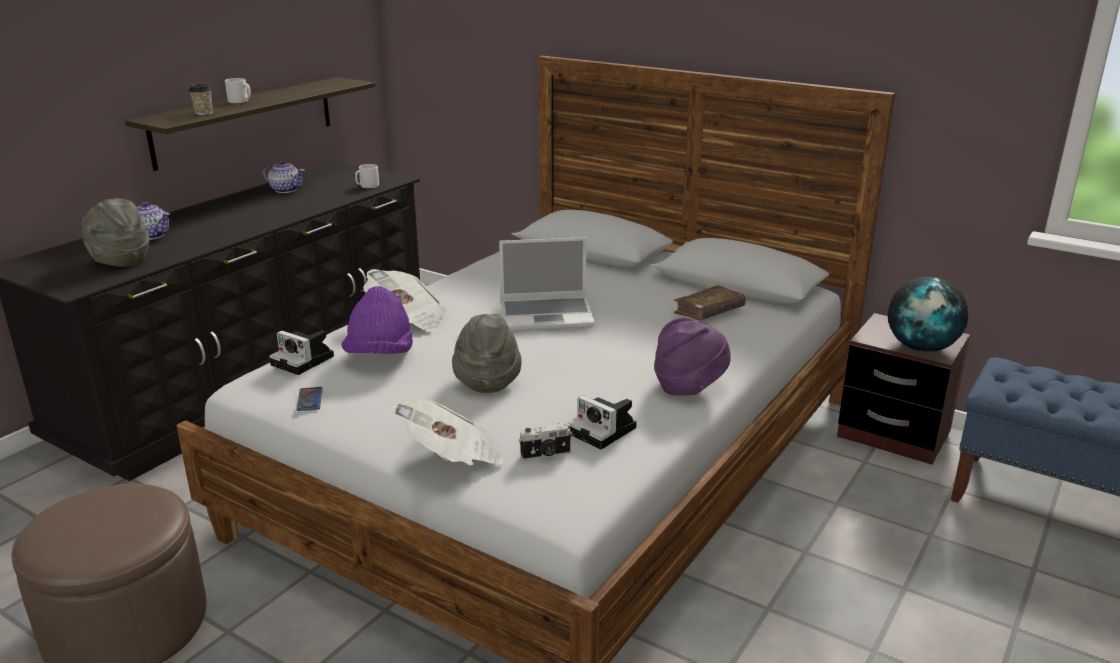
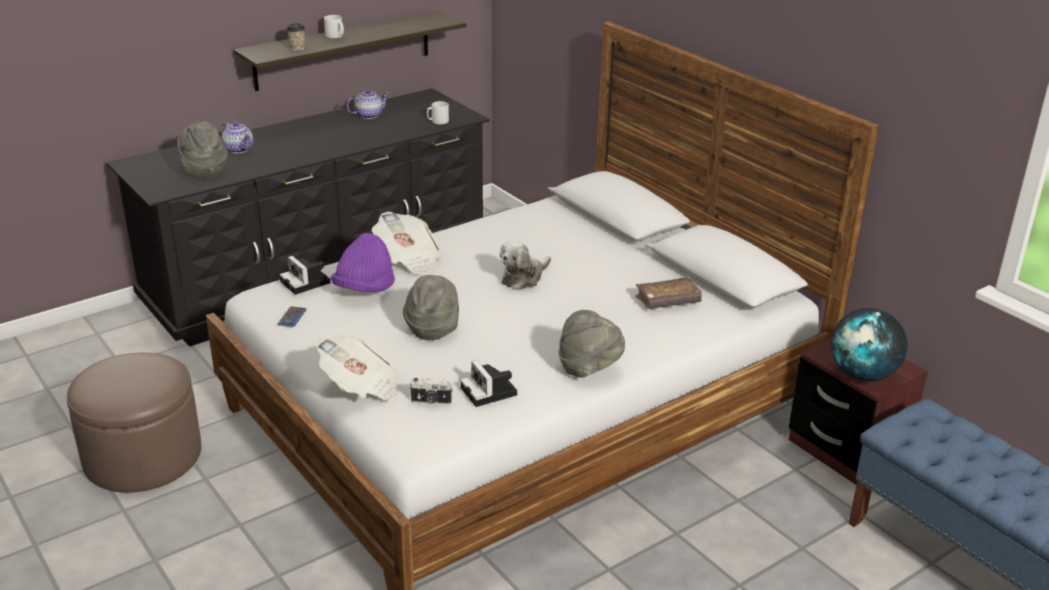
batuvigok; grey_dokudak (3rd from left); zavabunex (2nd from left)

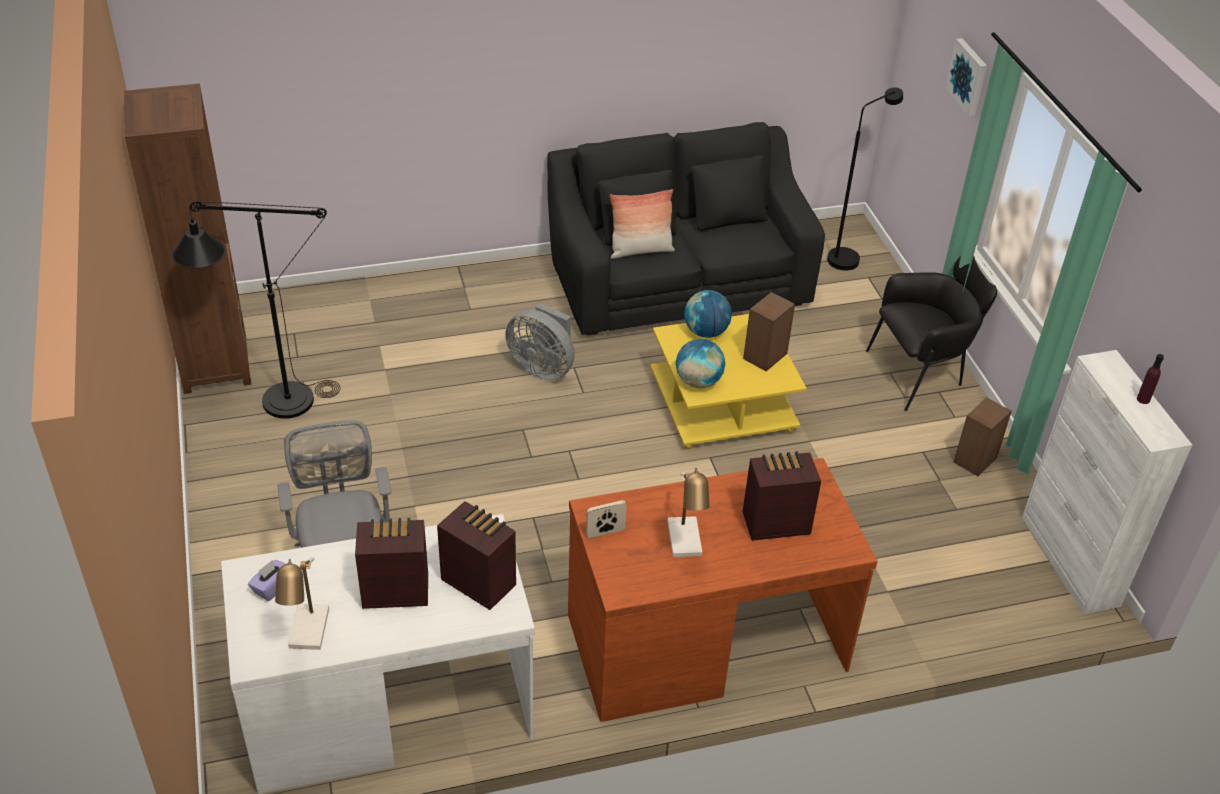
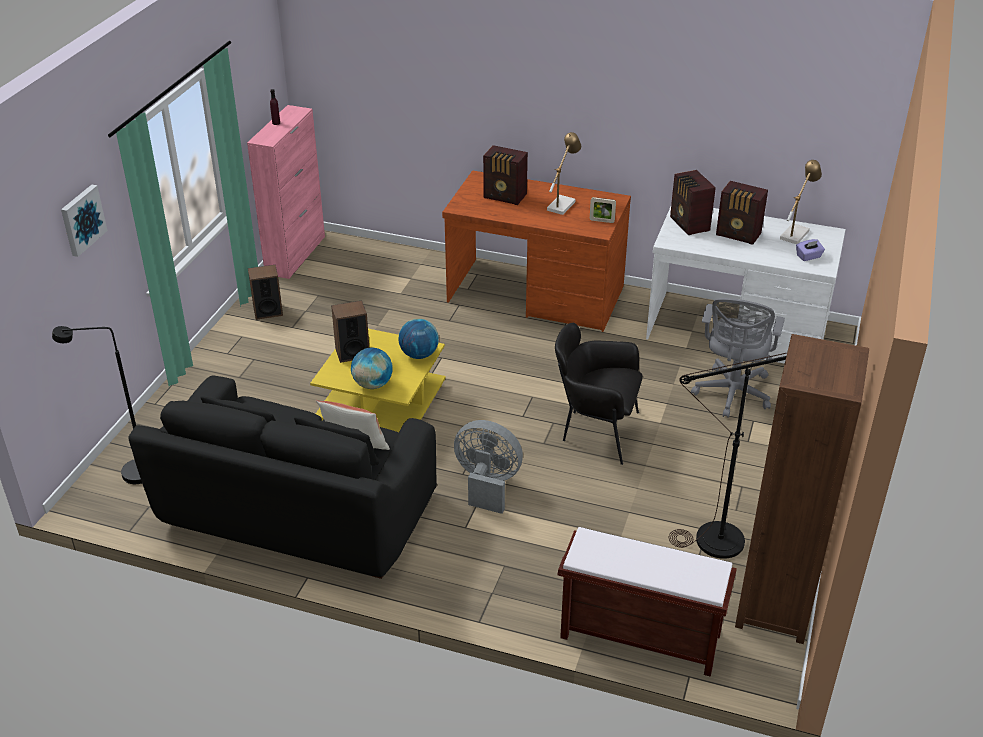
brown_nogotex; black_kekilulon; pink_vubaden; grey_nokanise

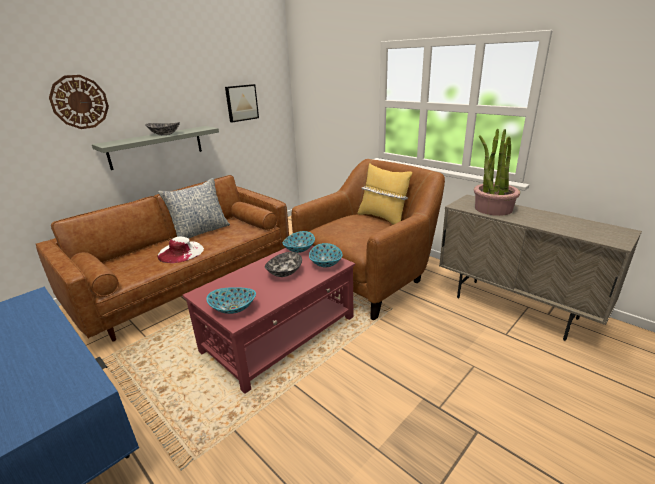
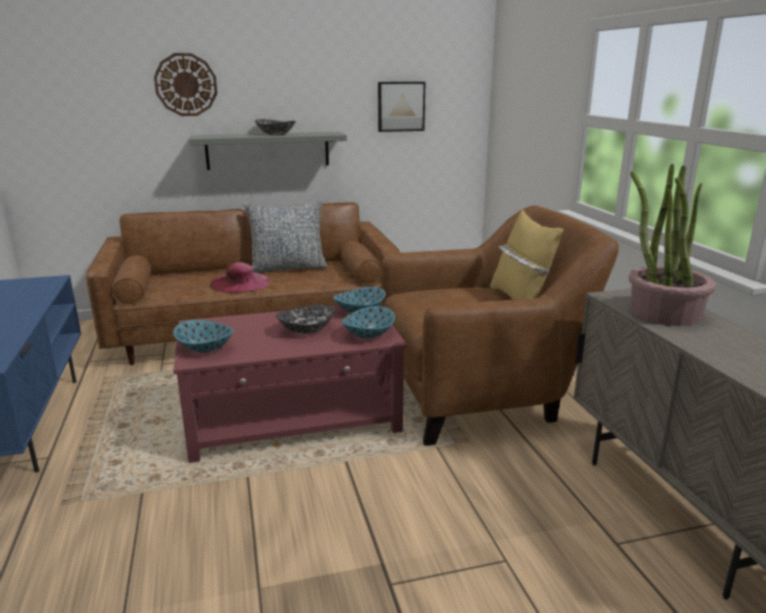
pink_dokudak

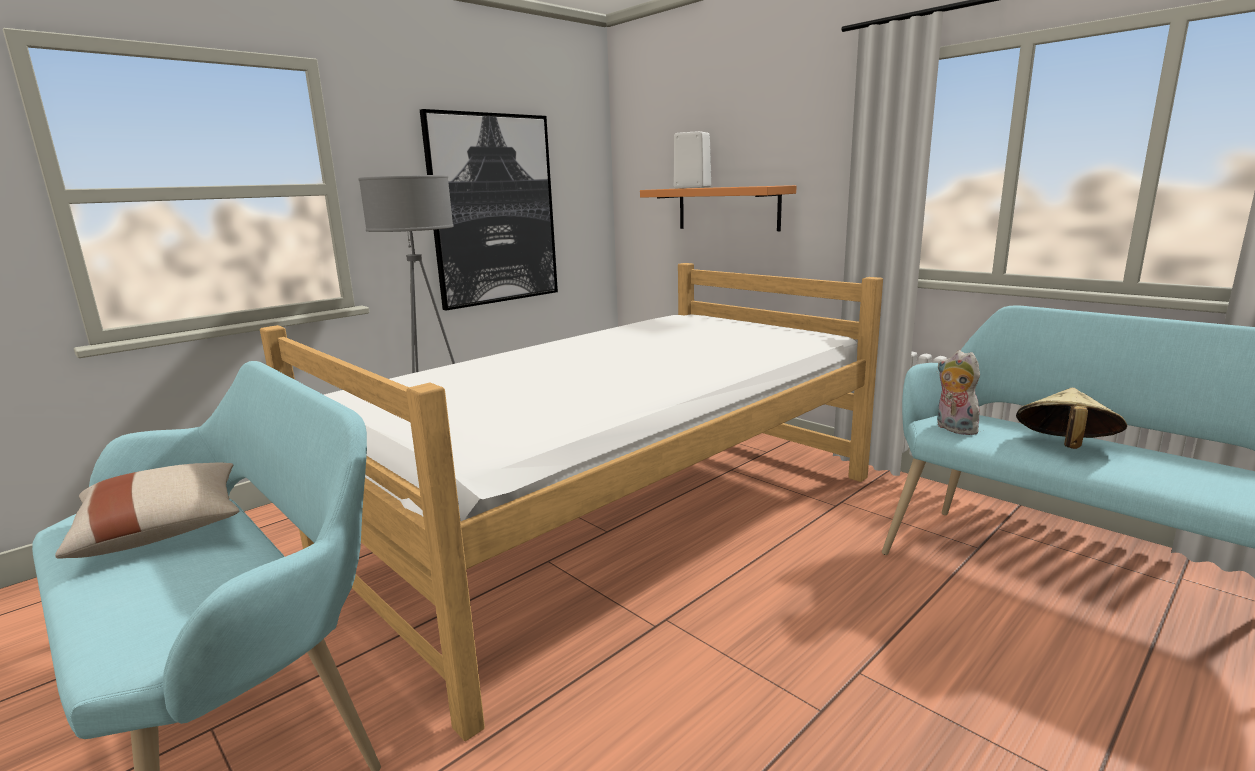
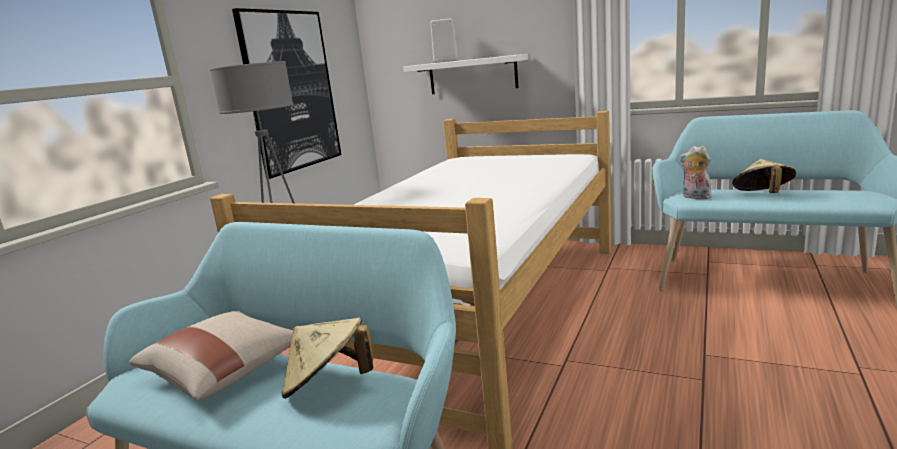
beige_dokudak (1st from left); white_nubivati

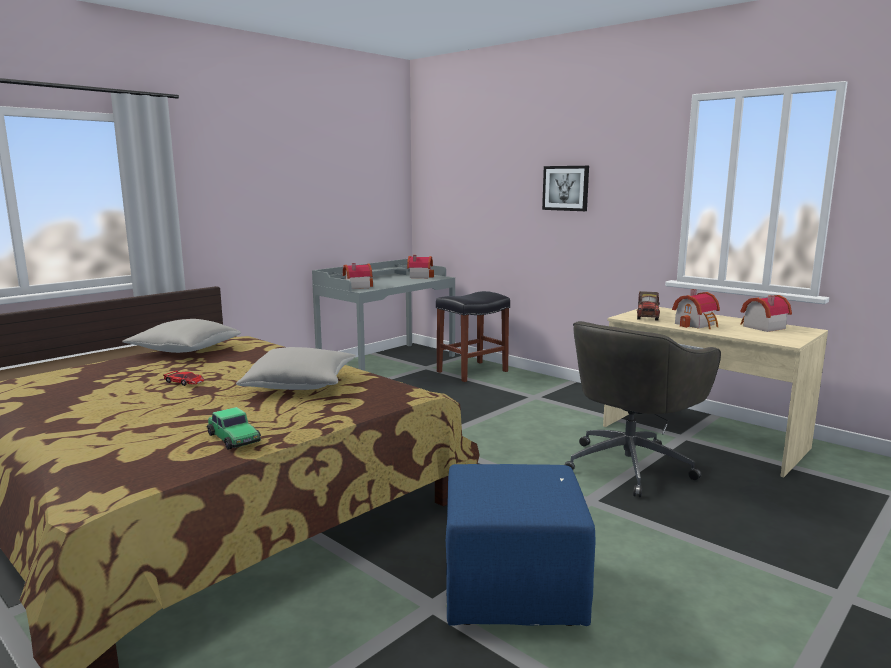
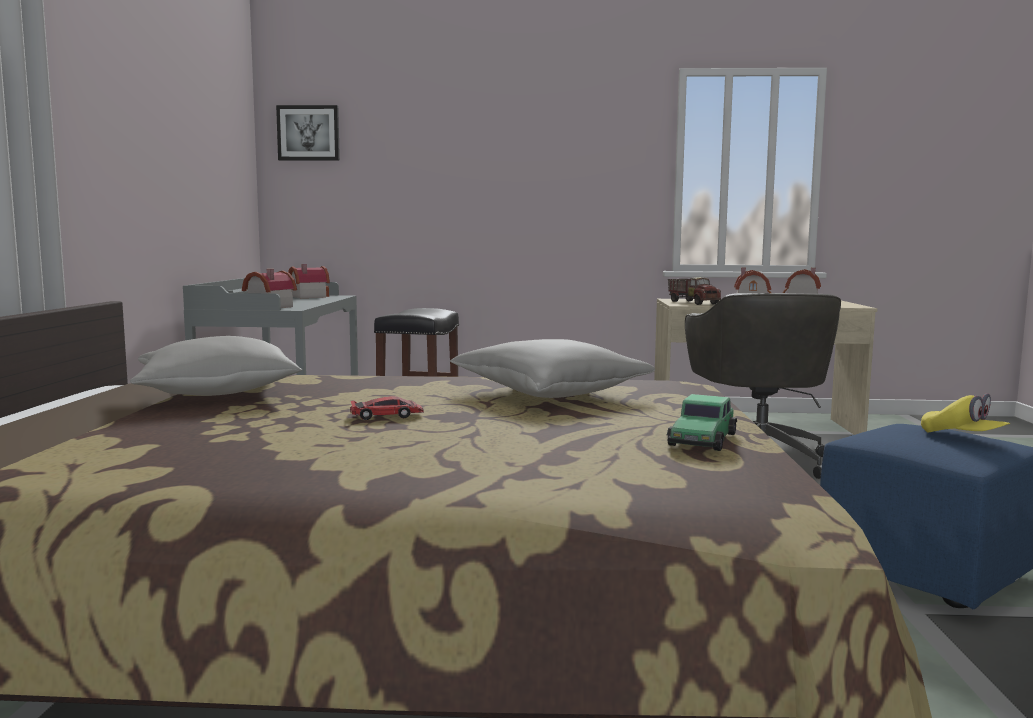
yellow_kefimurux; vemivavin; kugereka (2nd from left)

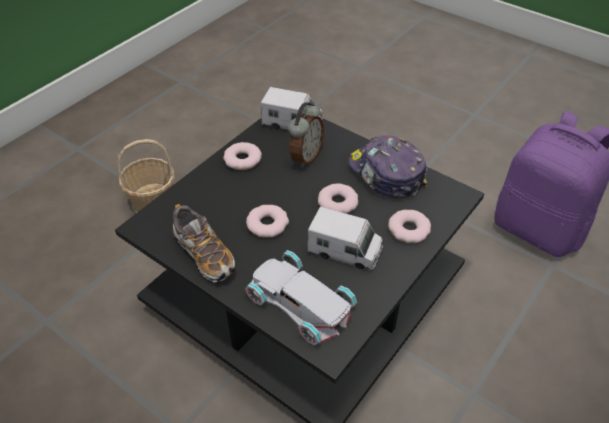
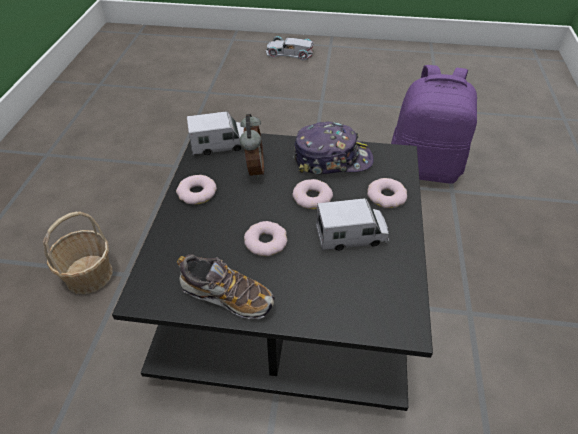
white_kugereka; kefimurux

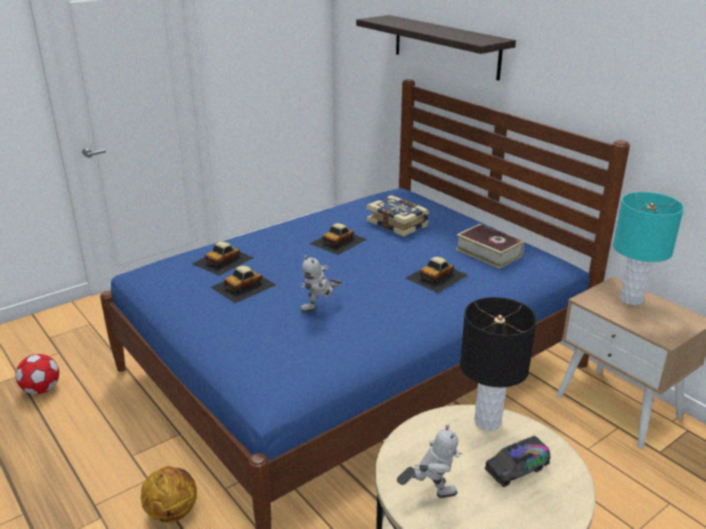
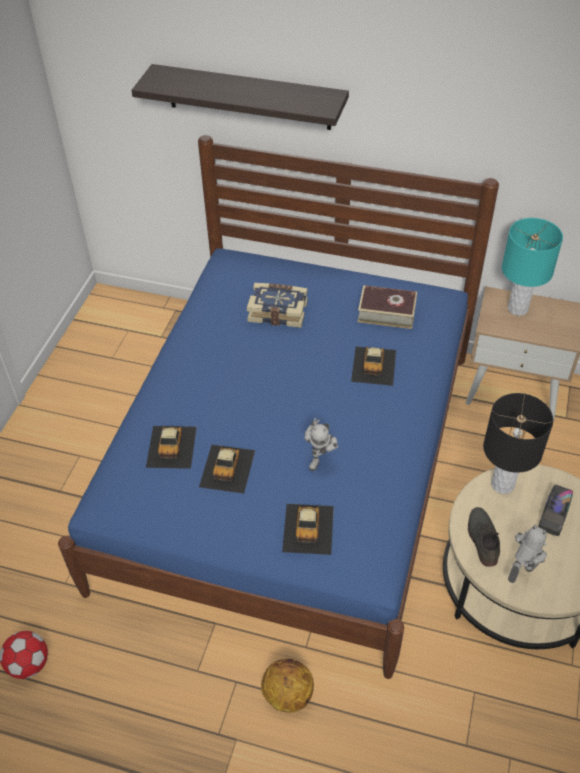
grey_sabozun; kugereka (3rd from left)

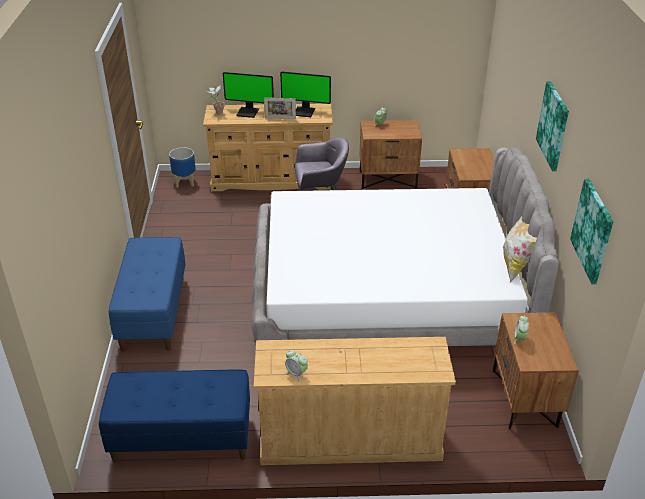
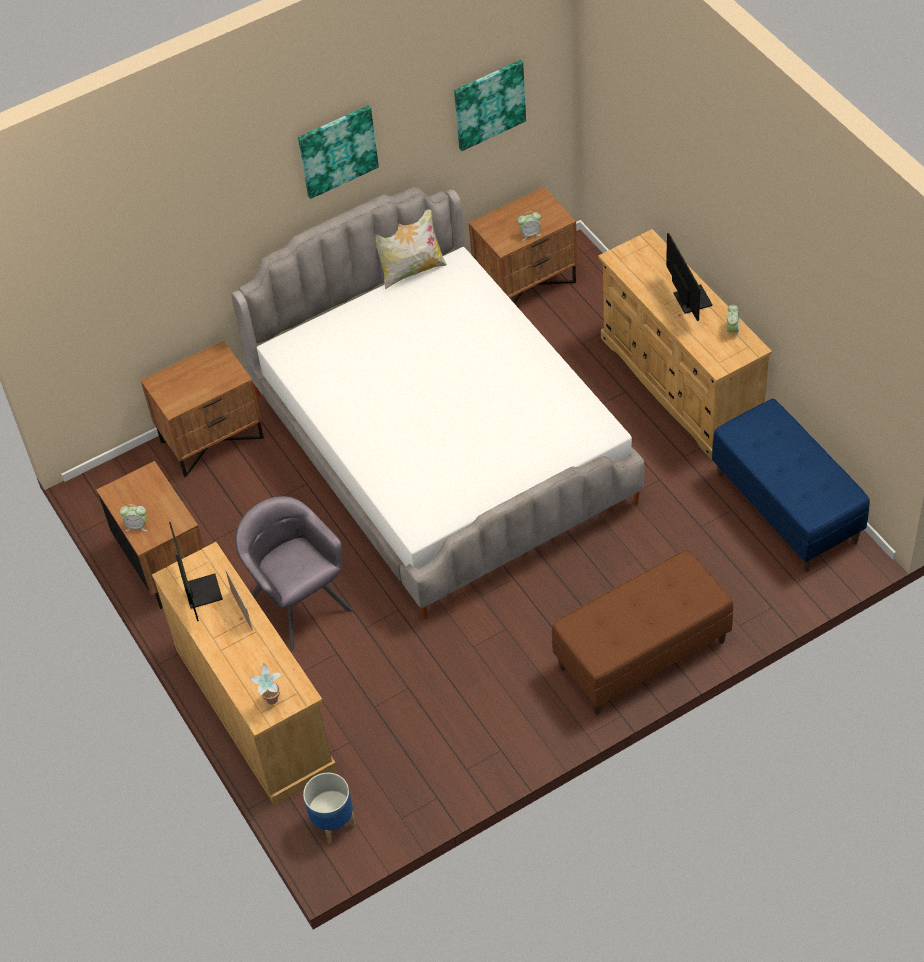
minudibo (2nd from left); brown_nogotex

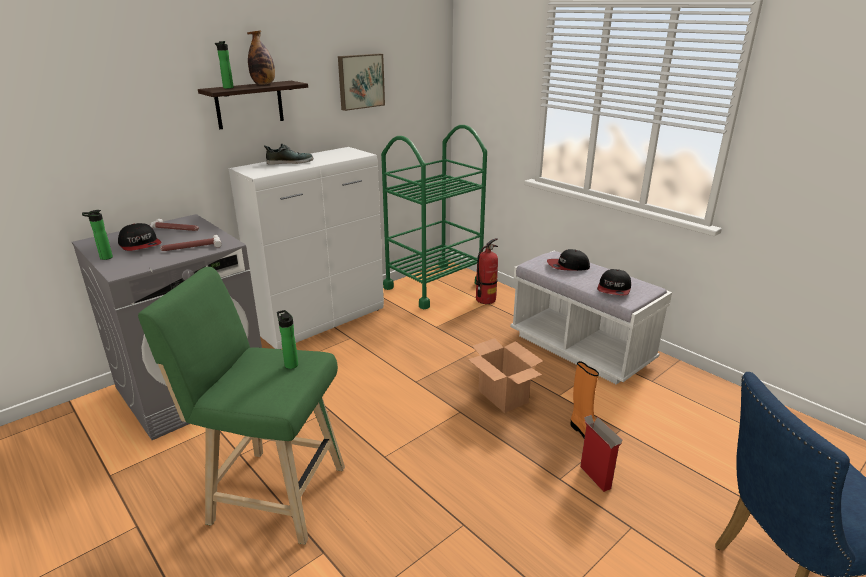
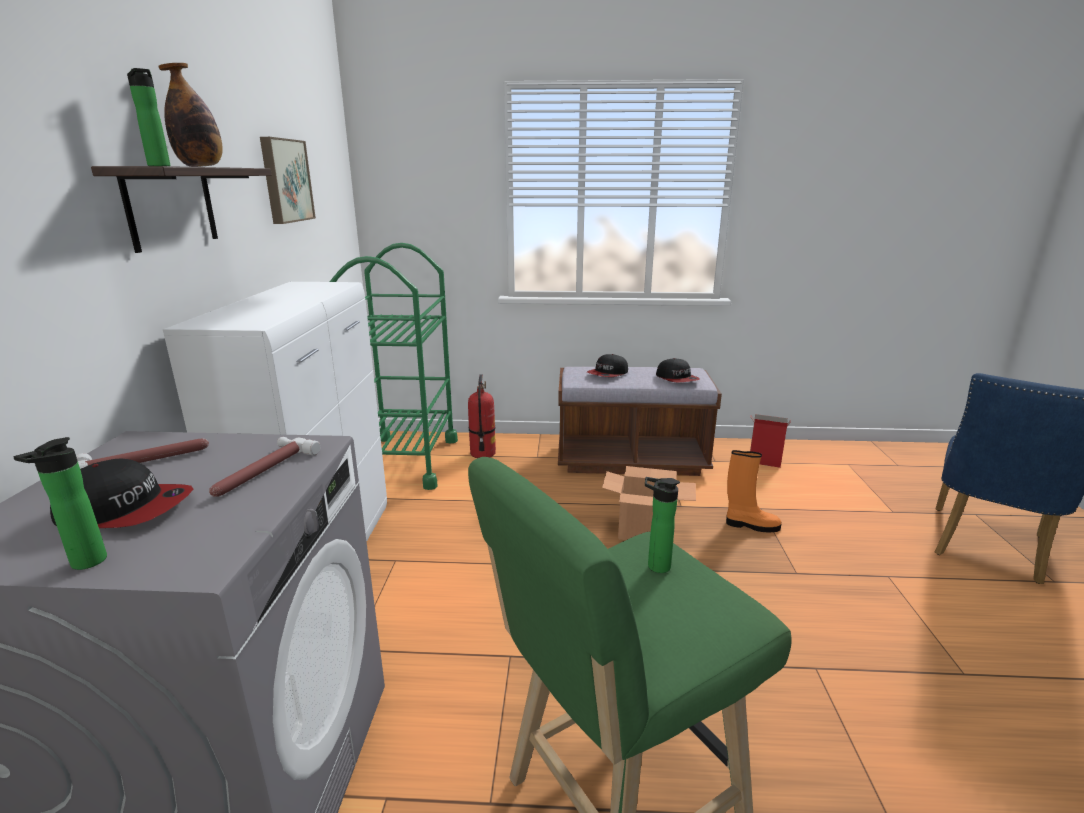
sabozun; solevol (2nd from left); brown_nogotex

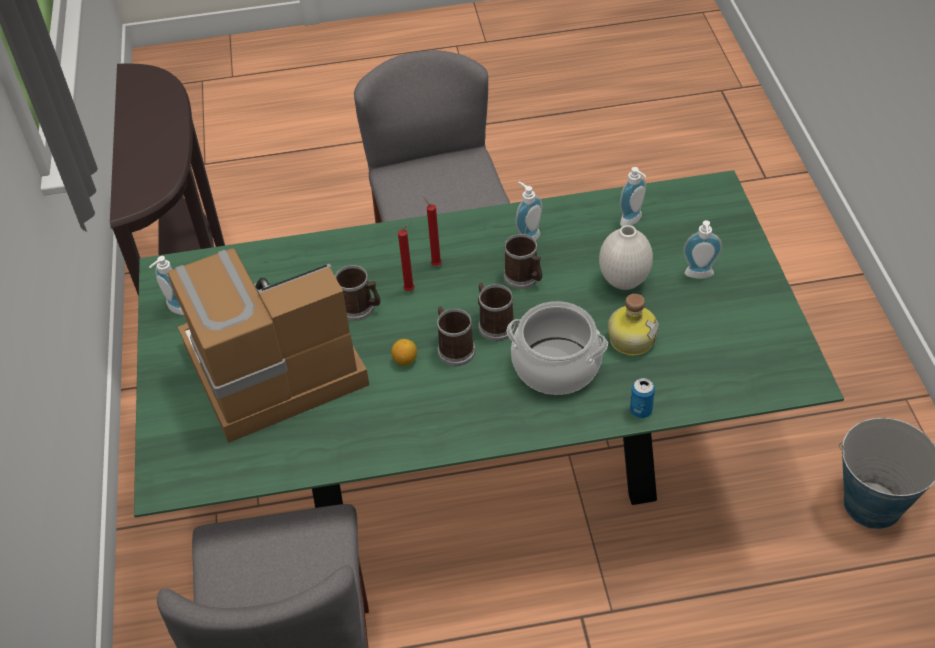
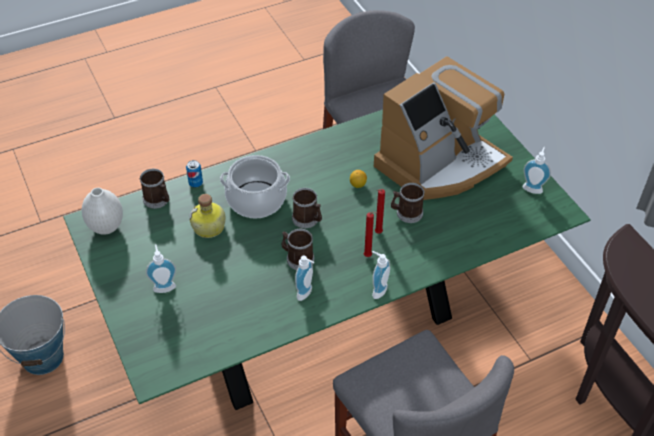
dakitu (1st from left); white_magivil; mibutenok (3rd from left)

